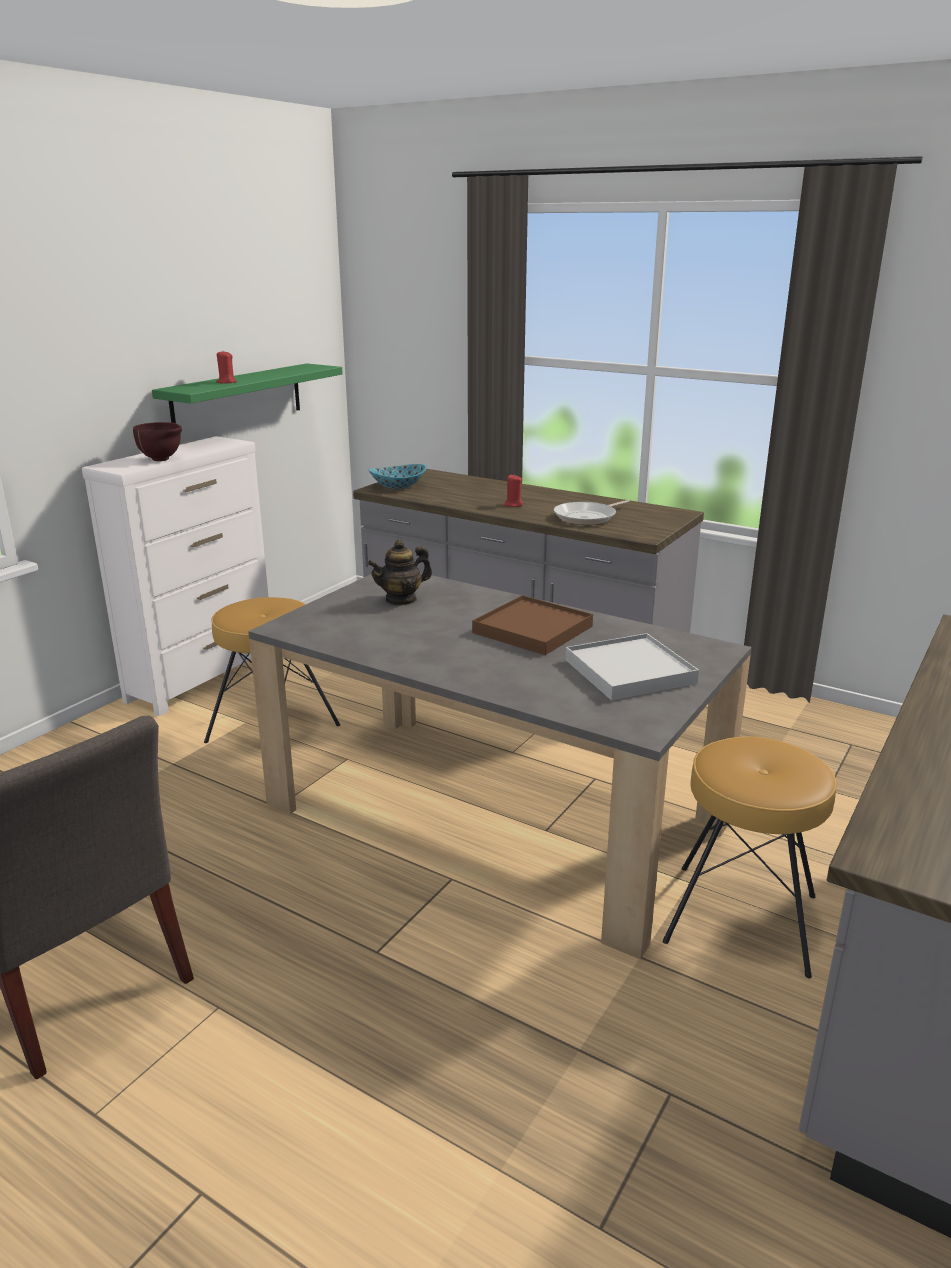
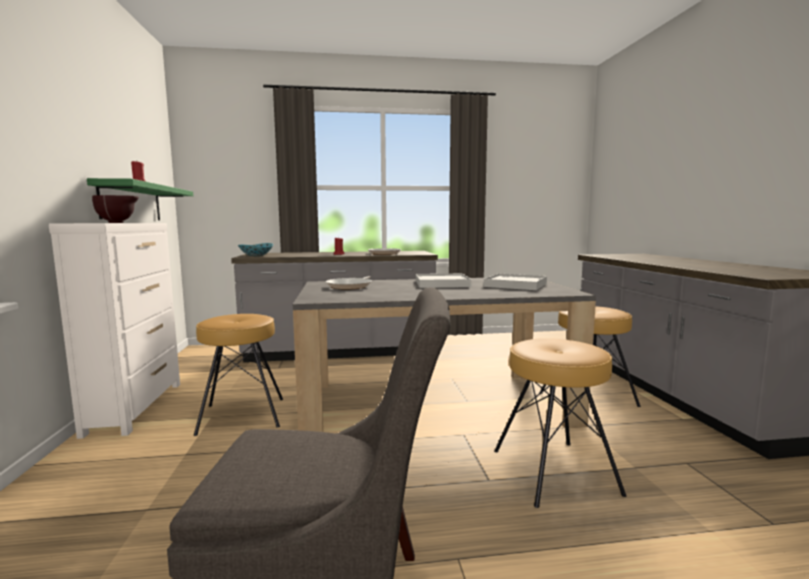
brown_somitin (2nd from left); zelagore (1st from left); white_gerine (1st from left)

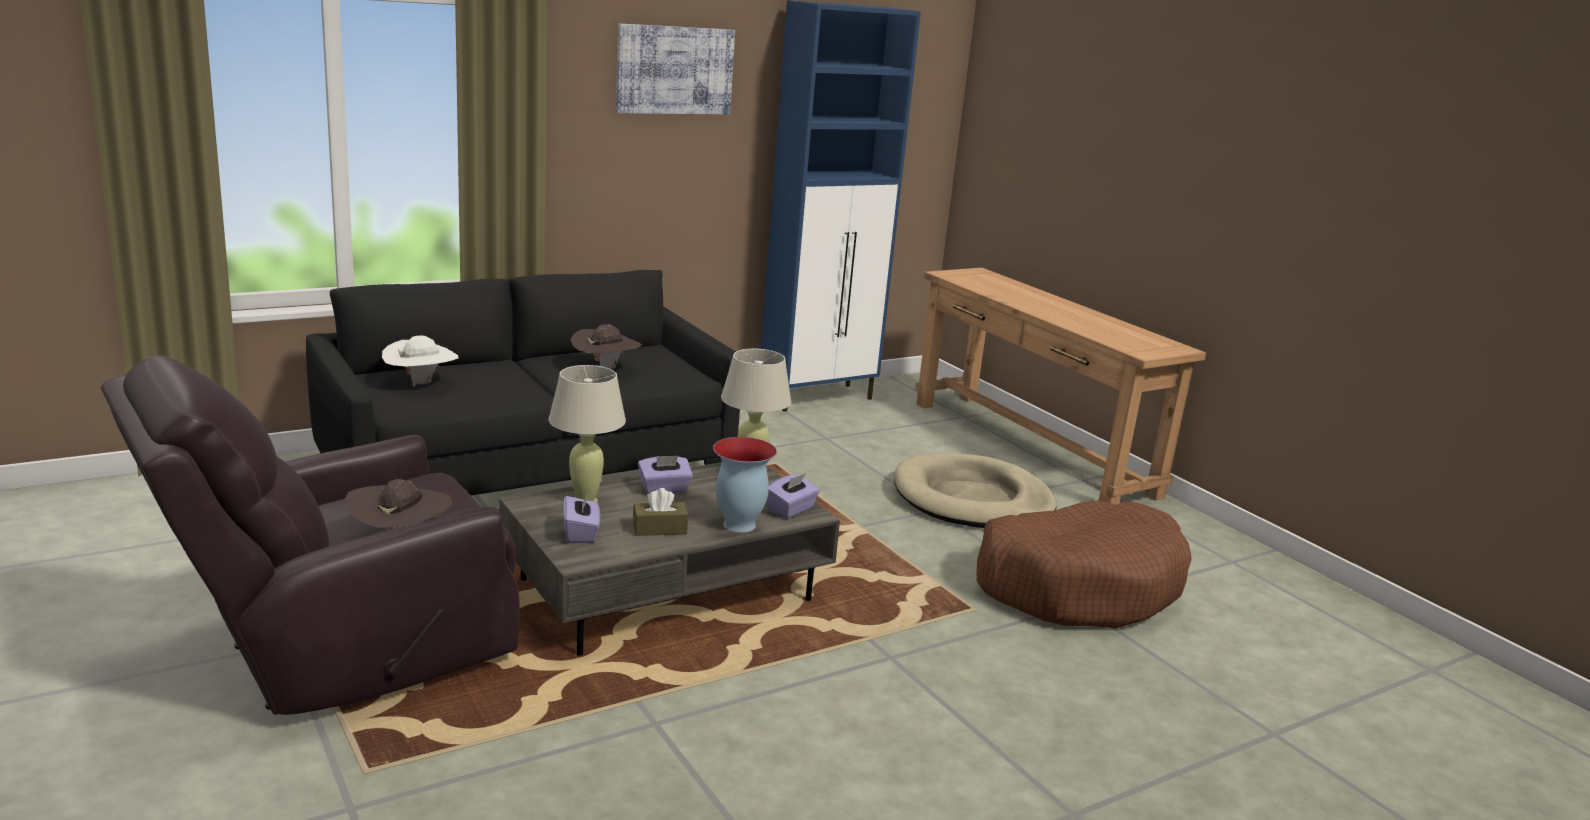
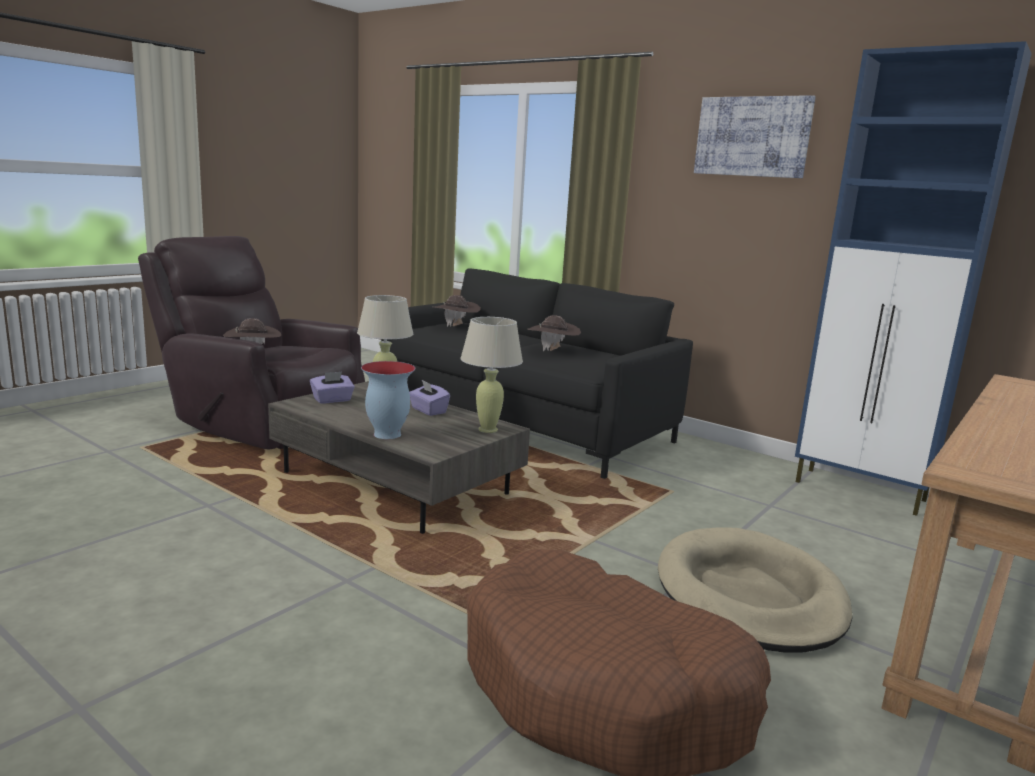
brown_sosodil; purple_sosodil (3rd from left in the first image); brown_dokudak (2nd from left)

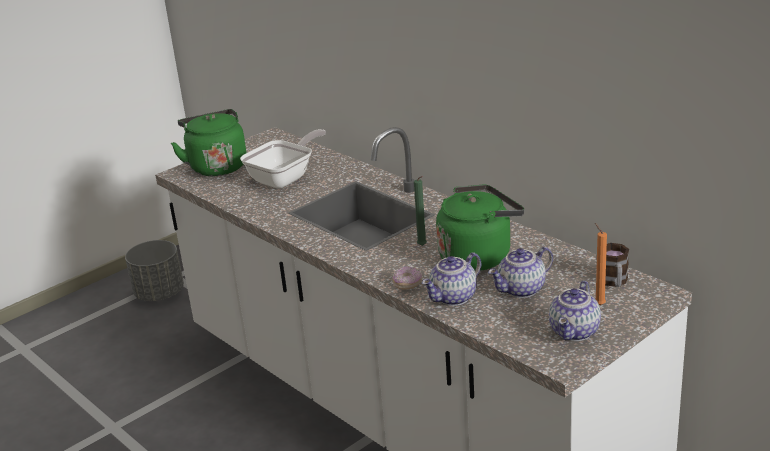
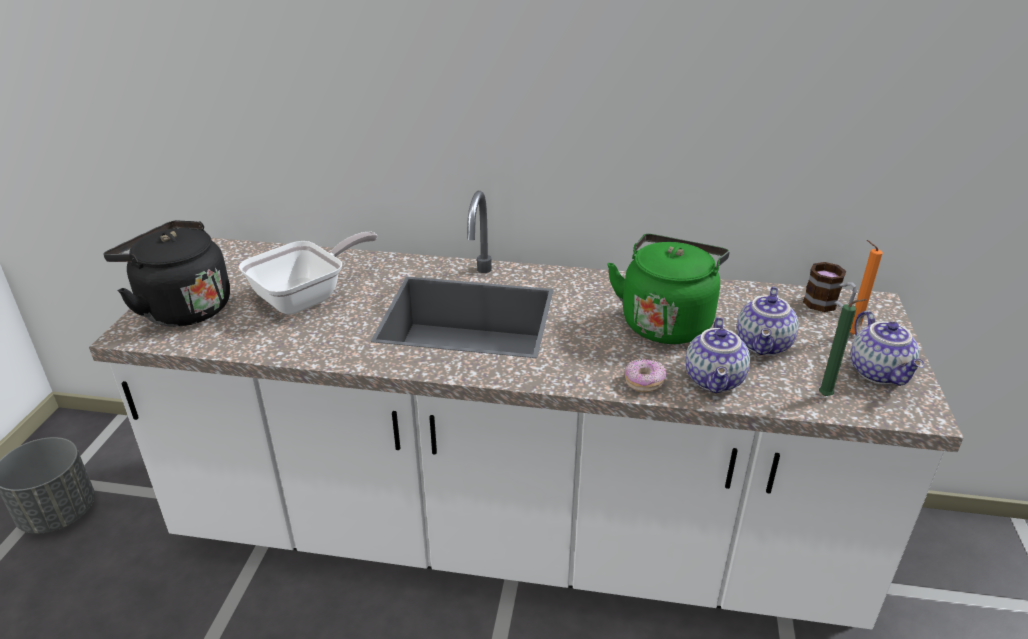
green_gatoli; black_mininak; zelagore

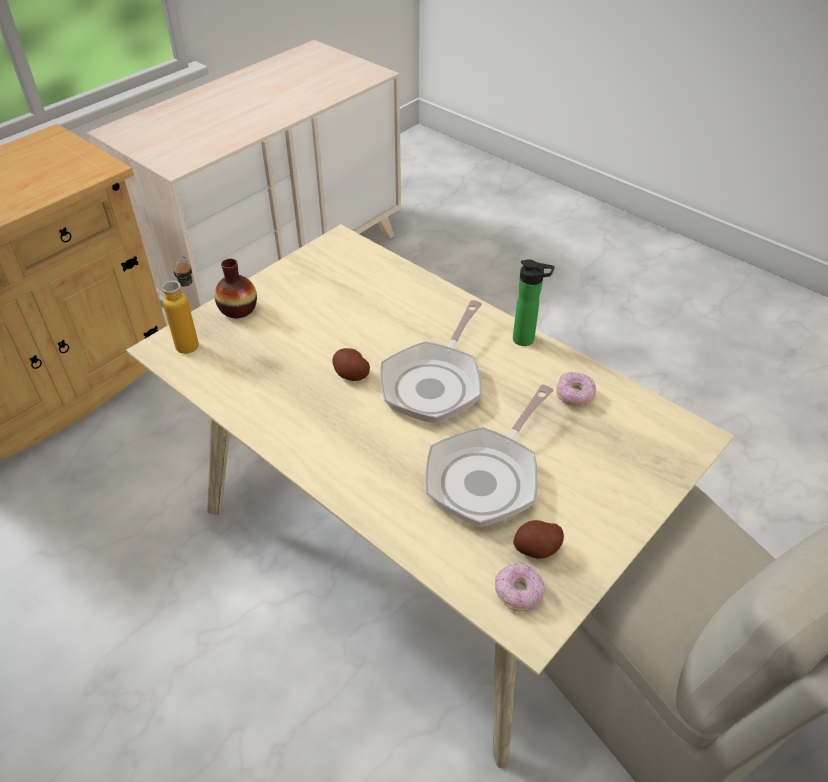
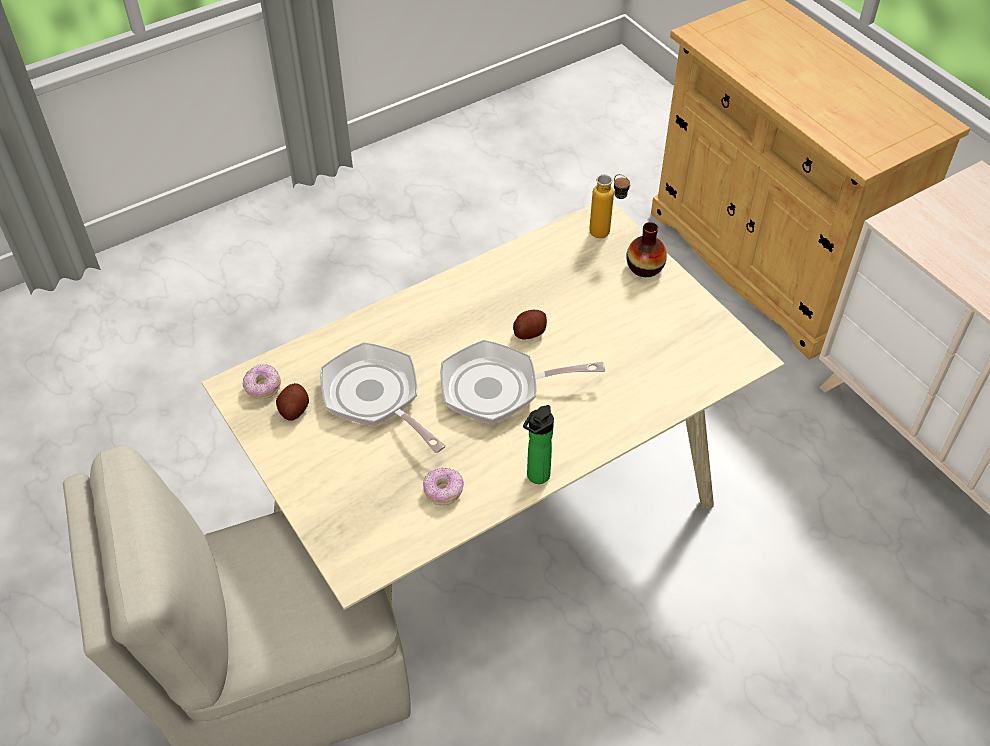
zelagore (2nd from left)

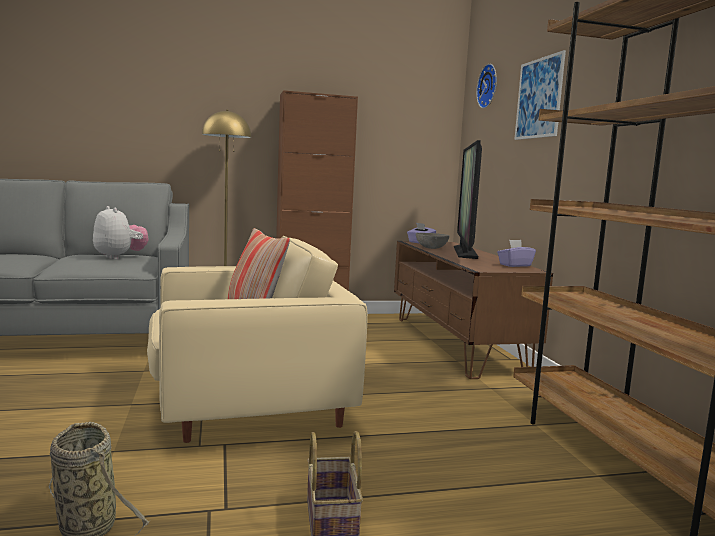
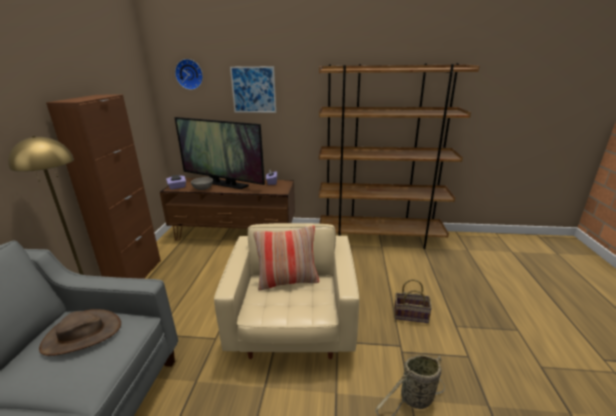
brown_dokudak

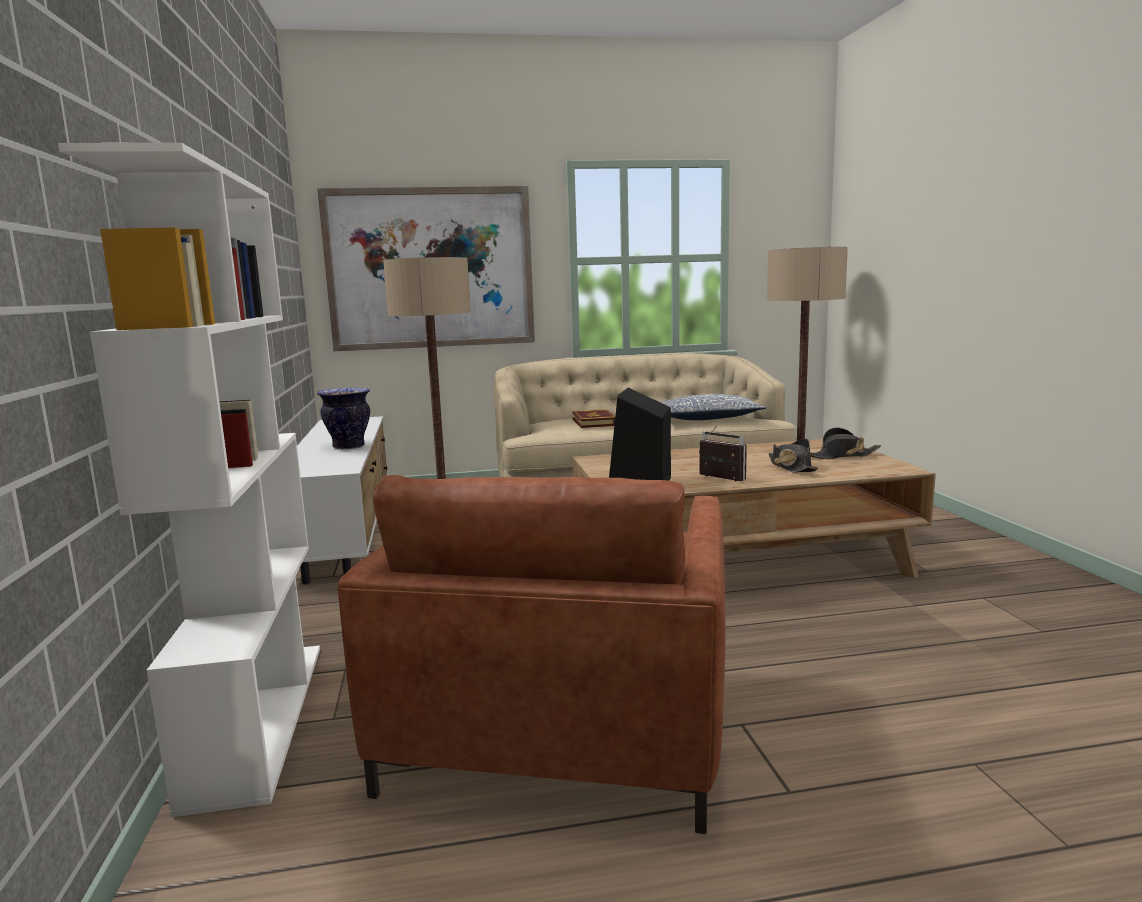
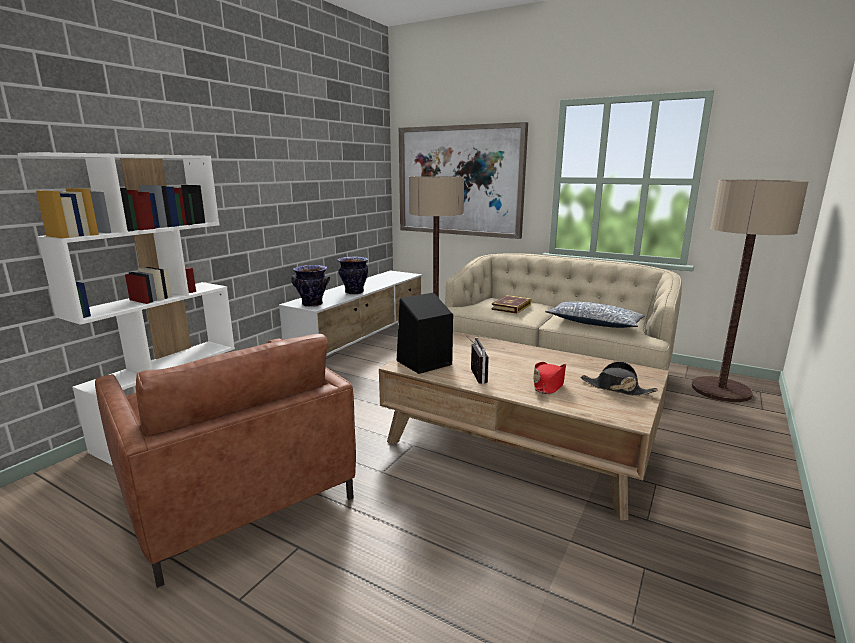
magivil (1st from left); red_dokudak; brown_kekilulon

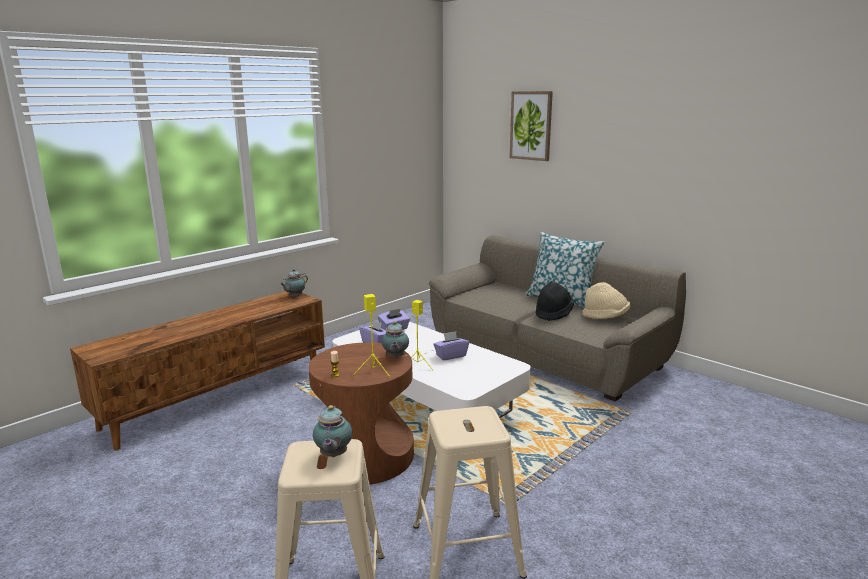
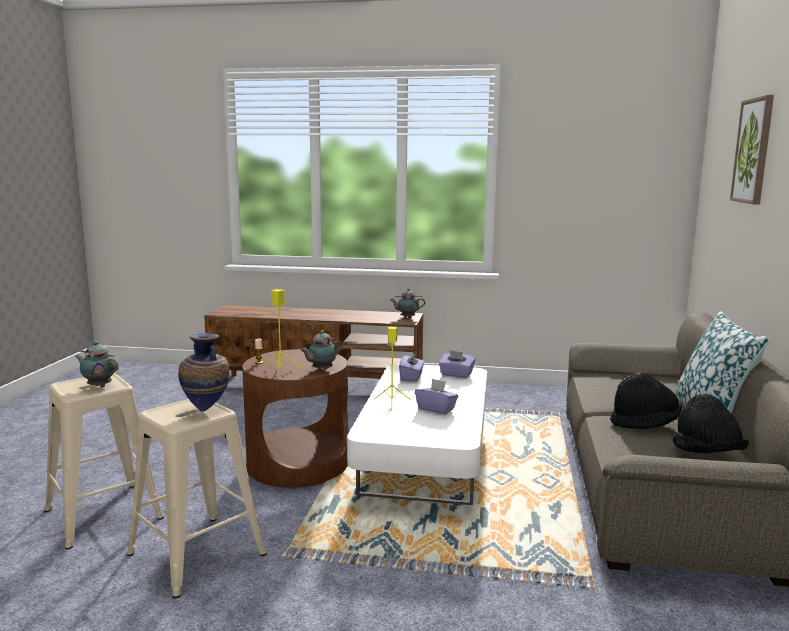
magivil; black_dokudak (2nd from left); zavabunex (1st from left)

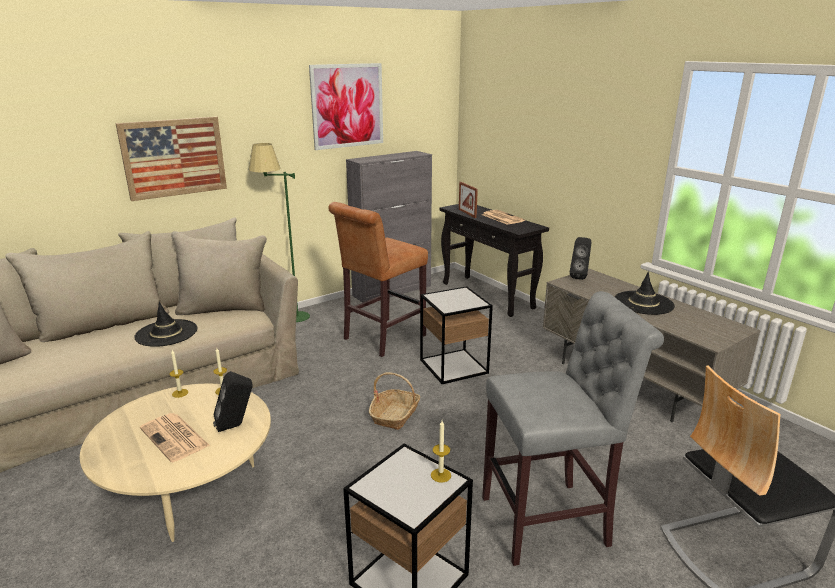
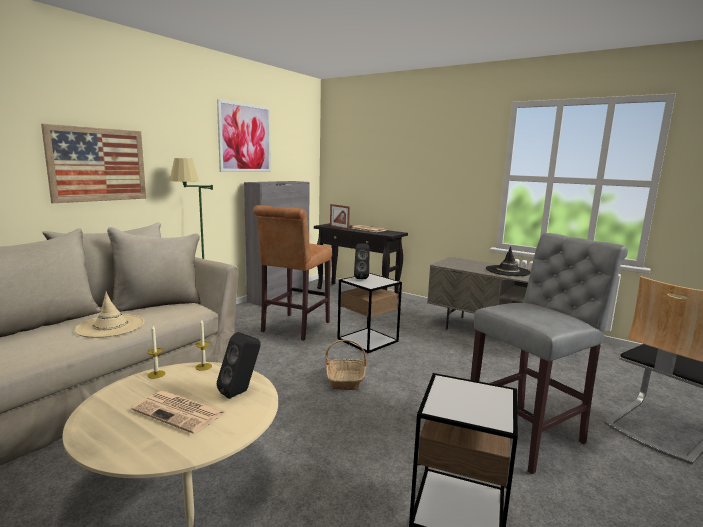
gatoli (3rd from left in the first image); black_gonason (2nd from left); beige_dokudak

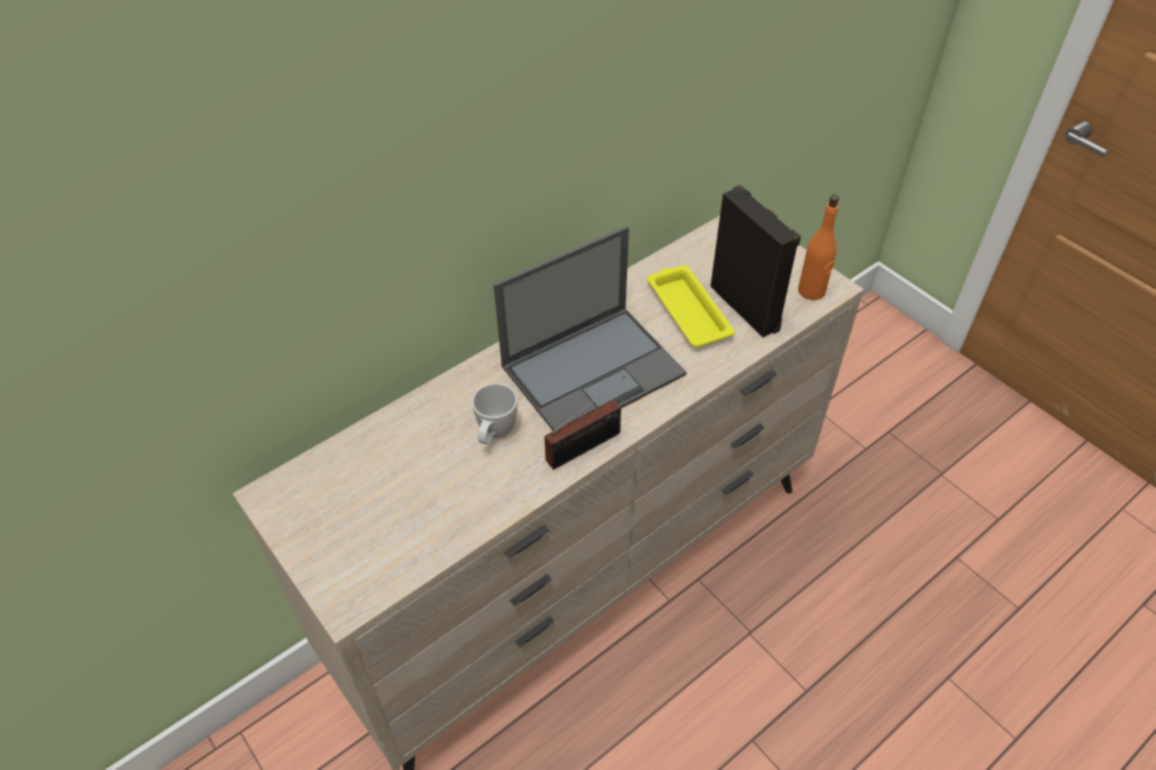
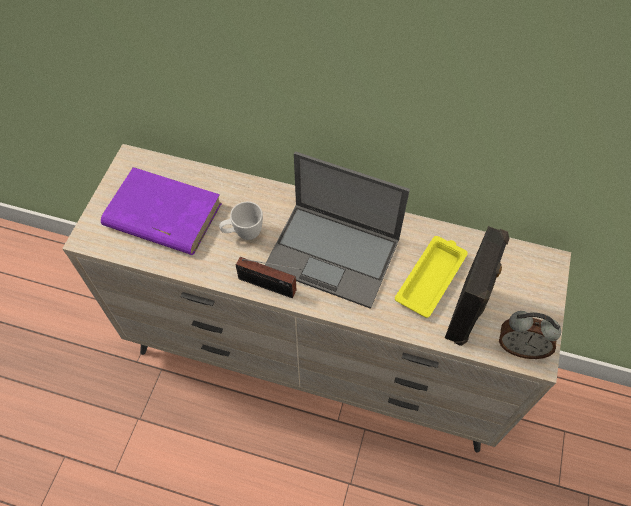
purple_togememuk; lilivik

